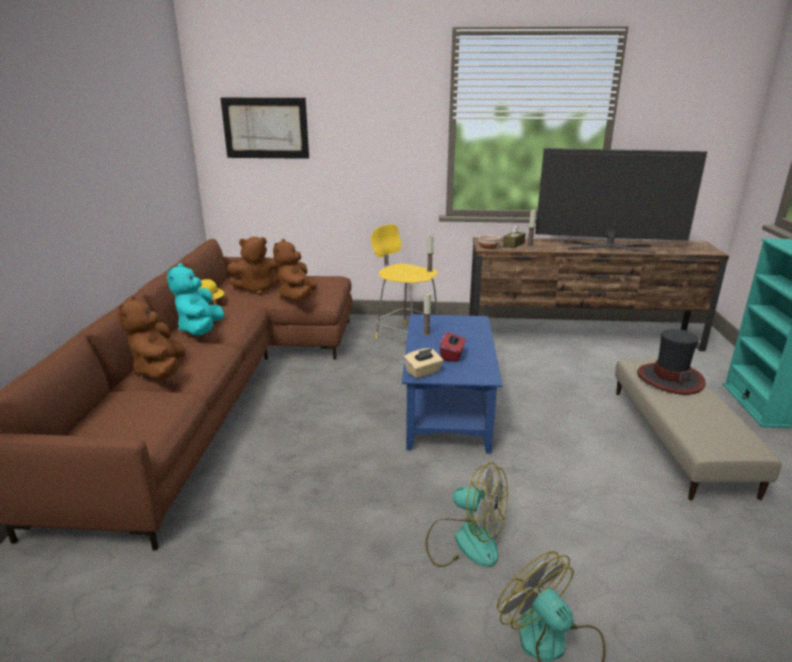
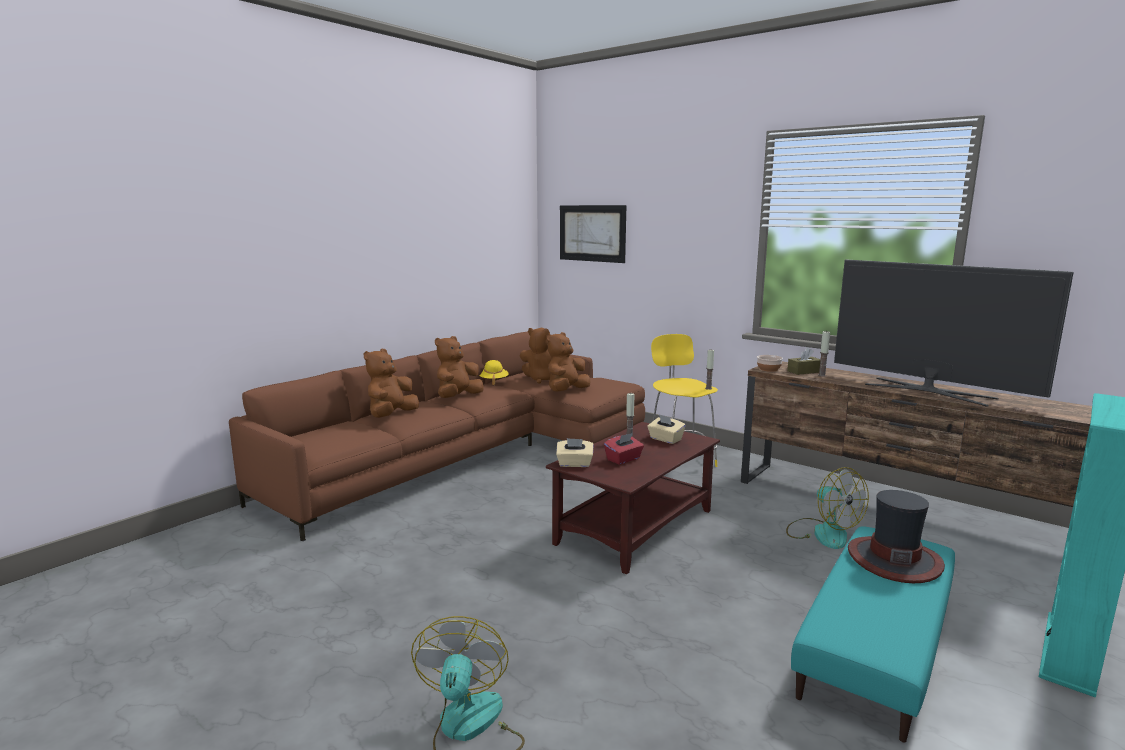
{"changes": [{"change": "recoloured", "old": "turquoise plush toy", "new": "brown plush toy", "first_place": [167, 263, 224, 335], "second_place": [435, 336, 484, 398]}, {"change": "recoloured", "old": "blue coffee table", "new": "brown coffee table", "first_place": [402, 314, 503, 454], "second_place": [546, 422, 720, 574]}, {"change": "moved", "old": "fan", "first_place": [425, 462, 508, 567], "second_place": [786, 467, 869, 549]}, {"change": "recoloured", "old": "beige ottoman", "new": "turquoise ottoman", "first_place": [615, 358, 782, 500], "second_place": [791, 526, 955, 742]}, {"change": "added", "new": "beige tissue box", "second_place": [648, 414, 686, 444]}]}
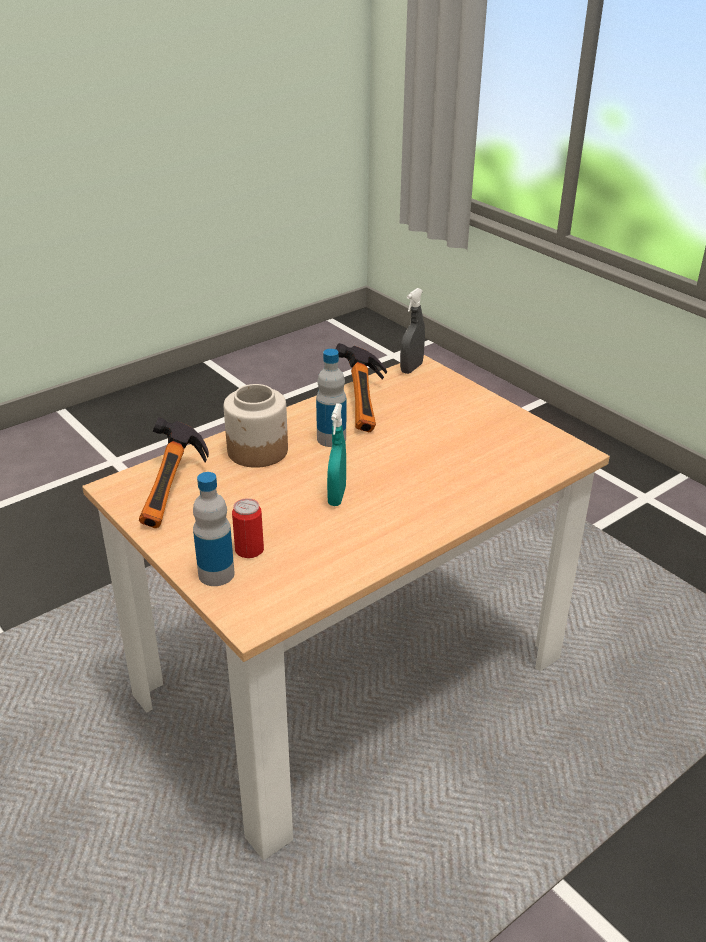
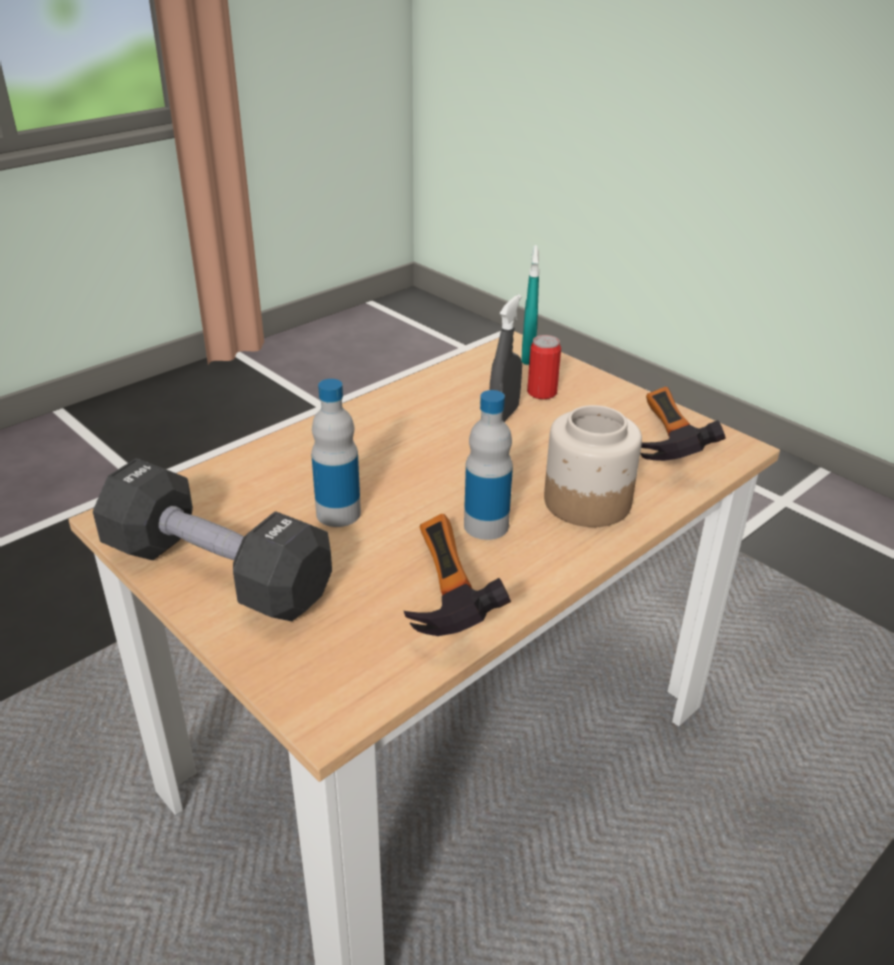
{"changes": [{"change": "moved", "old": "bottle", "first_place": [193, 472, 235, 586], "second_place": [311, 379, 361, 527]}, {"change": "moved", "old": "turquoise spray bottle", "first_place": [327, 403, 346, 506], "second_place": [521, 245, 539, 365]}, {"change": "moved", "old": "grey spray bottle", "first_place": [400, 288, 425, 374], "second_place": [490, 294, 522, 422]}, {"change": "added", "new": "black dumbbell", "second_place": [93, 458, 332, 621]}]}
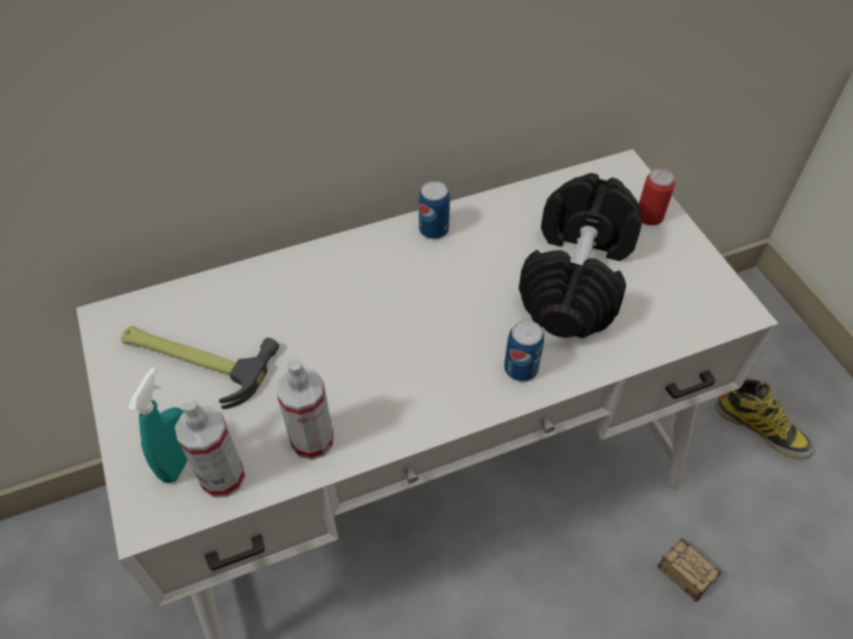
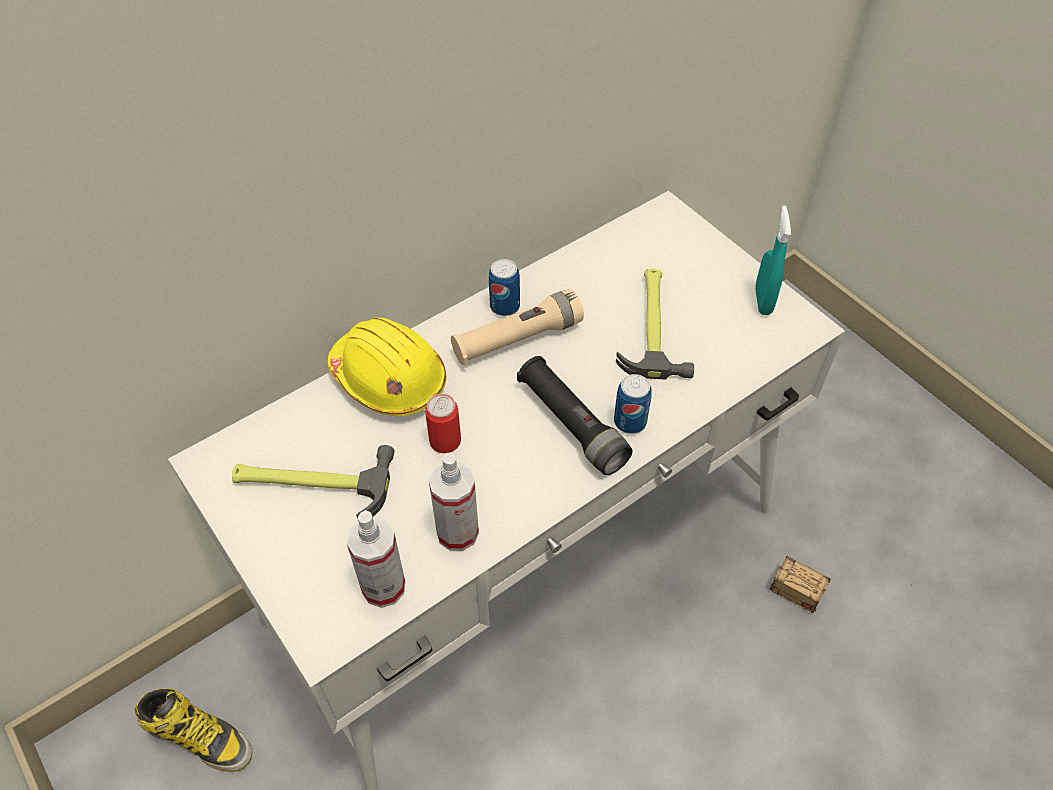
{"changes": [{"change": "moved", "old": "turquoise spray bottle", "first_place": [128, 367, 188, 483], "second_place": [755, 206, 791, 315]}, {"change": "replaced", "old": "black dumbbell", "new": "hammer", "first_place": [519, 173, 643, 338], "second_place": [616, 269, 694, 379]}, {"change": "moved", "old": "can", "first_place": [639, 168, 675, 225], "second_place": [425, 394, 461, 453]}, {"change": "moved", "old": "boot", "first_place": [715, 379, 814, 459], "second_place": [135, 688, 253, 772]}, {"change": "added", "new": "yellow hard hat", "second_place": [328, 318, 447, 416]}, {"change": "added", "new": "beige flashlight", "second_place": [451, 289, 584, 366]}, {"change": "added", "new": "black flashlight", "second_place": [517, 356, 633, 475]}]}
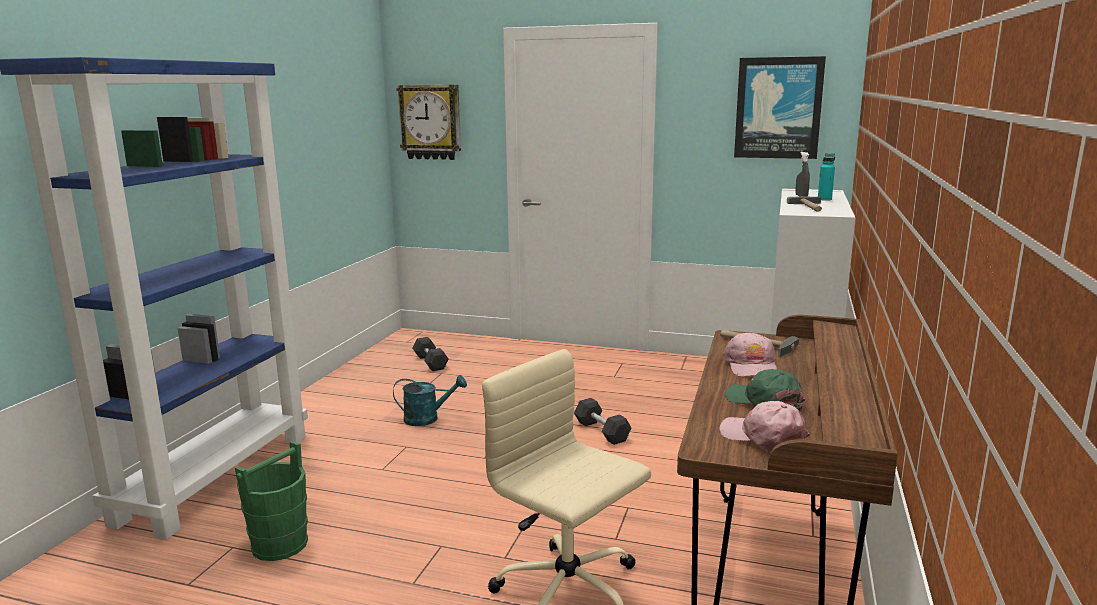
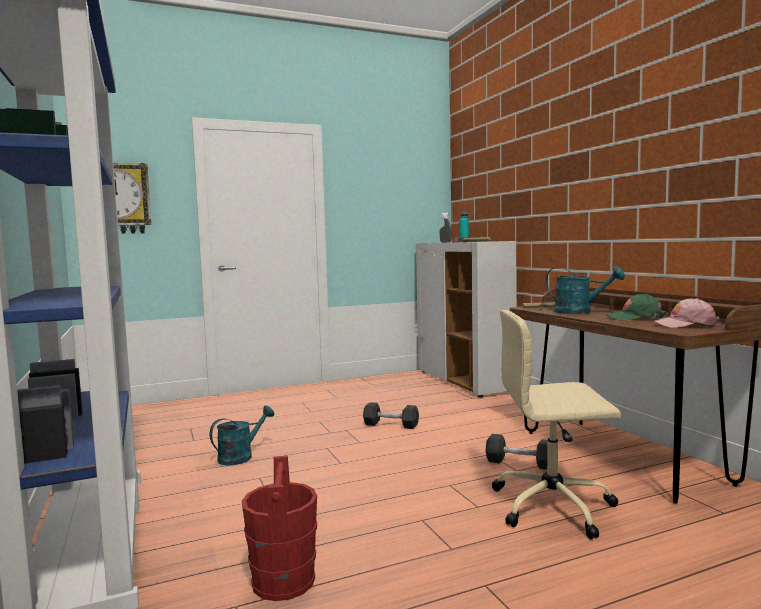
{"changes": [{"change": "recoloured", "old": "green bucket", "new": "red bucket", "first_place": [235, 441, 308, 561], "second_place": [242, 456, 317, 601]}, {"change": "moved", "old": "grey dumbbell", "first_place": [412, 337, 449, 371], "second_place": [485, 434, 548, 470]}, {"change": "replaced", "old": "pink cap", "new": "turquoise watering can", "first_place": [723, 331, 777, 377], "second_place": [546, 266, 625, 314]}, {"change": "removed", "old": "picture", "first_place": [734, 56, 826, 159]}]}
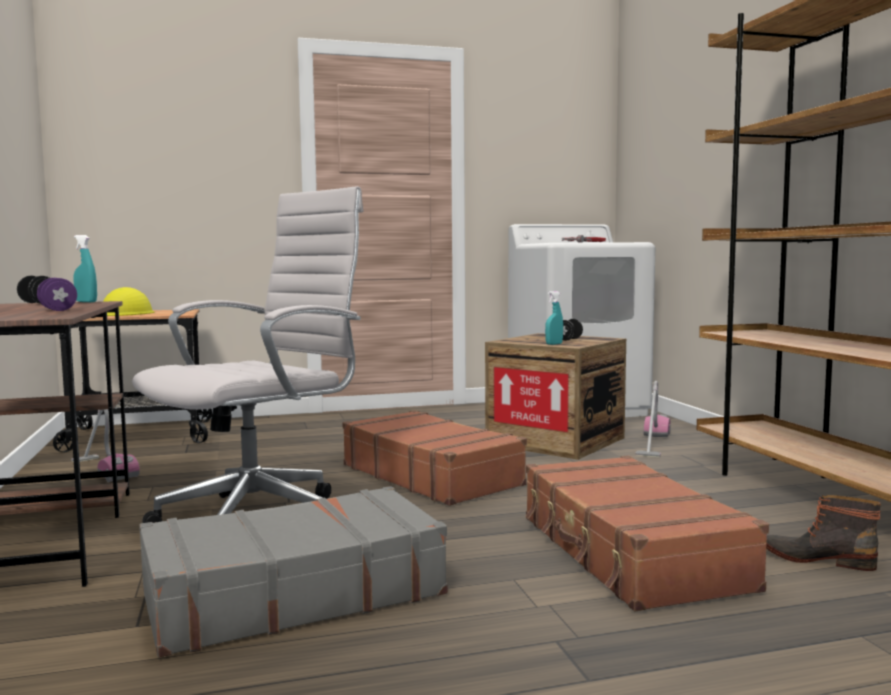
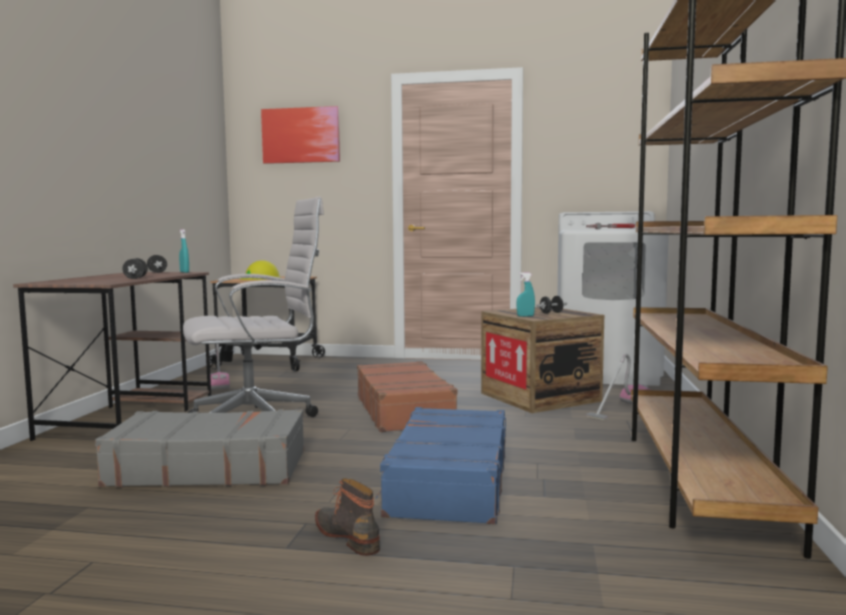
{"changes": [{"change": "recoloured", "old": "purple dumbbell", "new": "black dumbbell", "first_place": [37, 278, 77, 311], "second_place": [123, 258, 148, 279]}, {"change": "recoloured", "old": "brown suitcase", "new": "blue suitcase", "first_place": [525, 455, 769, 611], "second_place": [375, 407, 506, 524]}, {"change": "moved", "old": "boot", "first_place": [766, 495, 881, 571], "second_place": [315, 478, 380, 556]}, {"change": "added", "new": "picture", "second_place": [261, 106, 340, 164]}]}
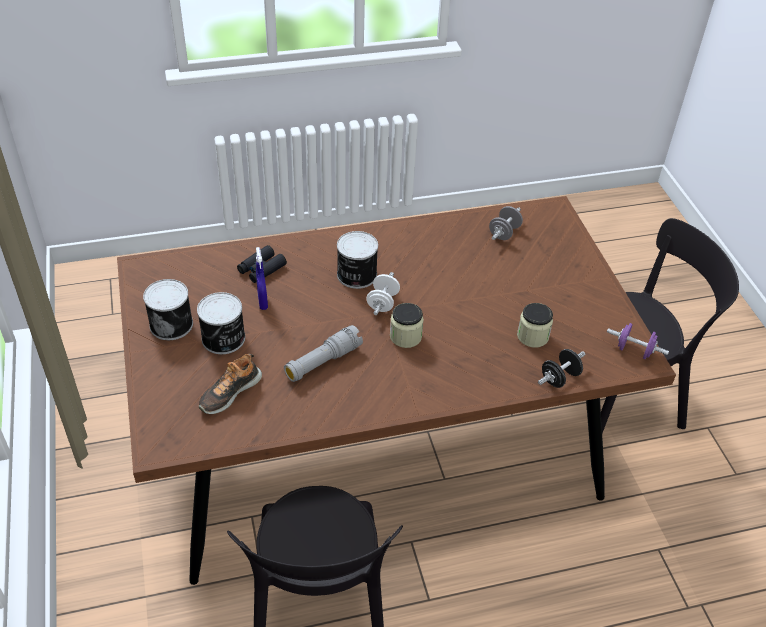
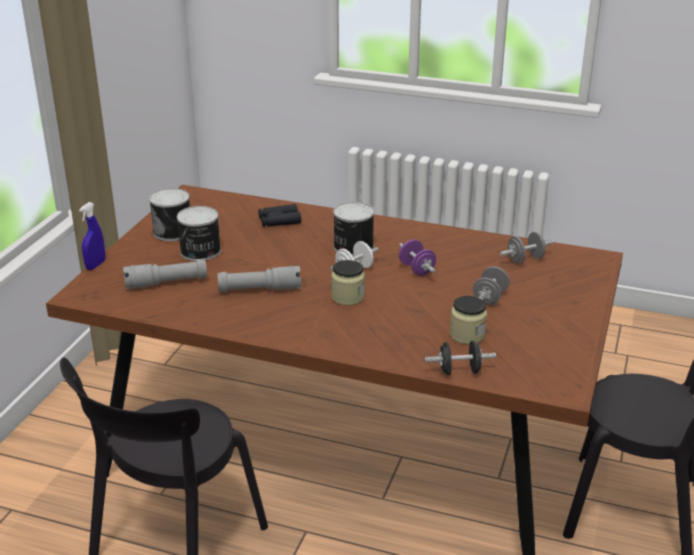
{"changes": [{"change": "replaced", "old": "shoe", "new": "grey flashlight", "first_place": [199, 354, 262, 414], "second_place": [123, 259, 207, 289]}, {"change": "moved", "old": "blue spray bottle", "first_place": [256, 247, 268, 310], "second_place": [79, 202, 105, 270]}, {"change": "moved", "old": "purple dumbbell", "first_place": [607, 323, 669, 359], "second_place": [399, 239, 436, 276]}, {"change": "added", "new": "grey dumbbell", "second_place": [473, 266, 510, 305]}]}
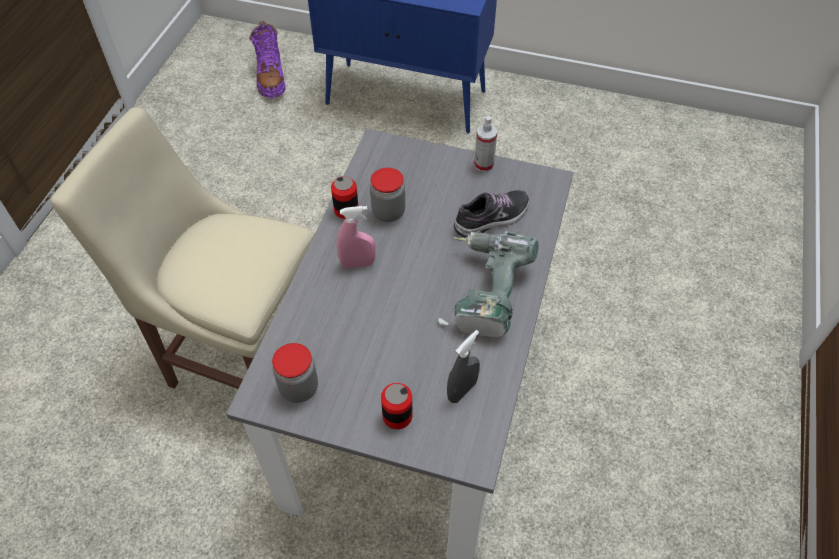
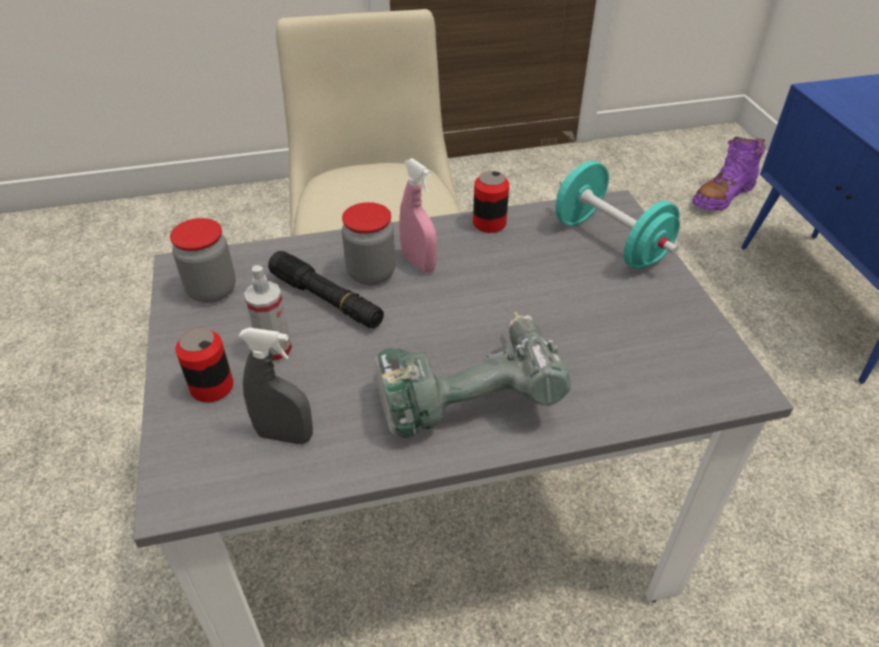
{"changes": [{"change": "moved", "old": "jar", "first_place": [370, 168, 405, 222], "second_place": [342, 202, 395, 285]}, {"change": "removed", "old": "shoe", "first_place": [454, 190, 529, 238]}, {"change": "moved", "old": "spray bottle", "first_place": [474, 116, 497, 172], "second_place": [244, 265, 292, 363]}, {"change": "added", "new": "black flashlight", "second_place": [268, 251, 384, 329]}, {"change": "added", "new": "turquoise dumbbell", "second_place": [555, 161, 680, 269]}]}
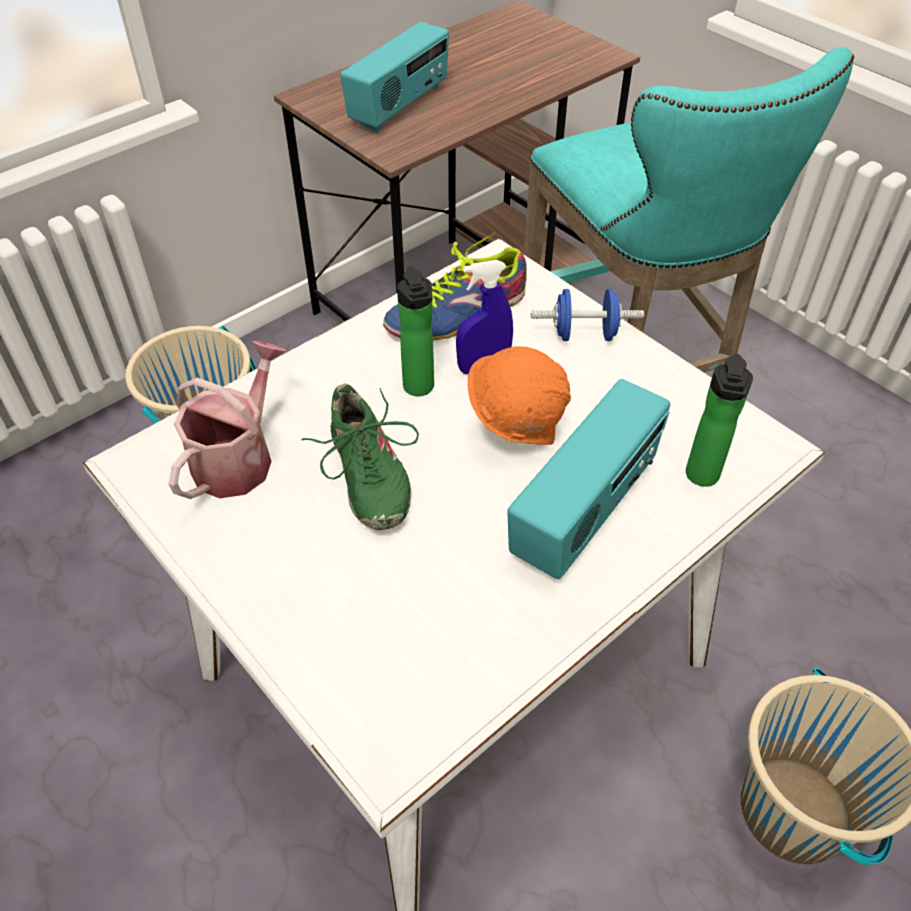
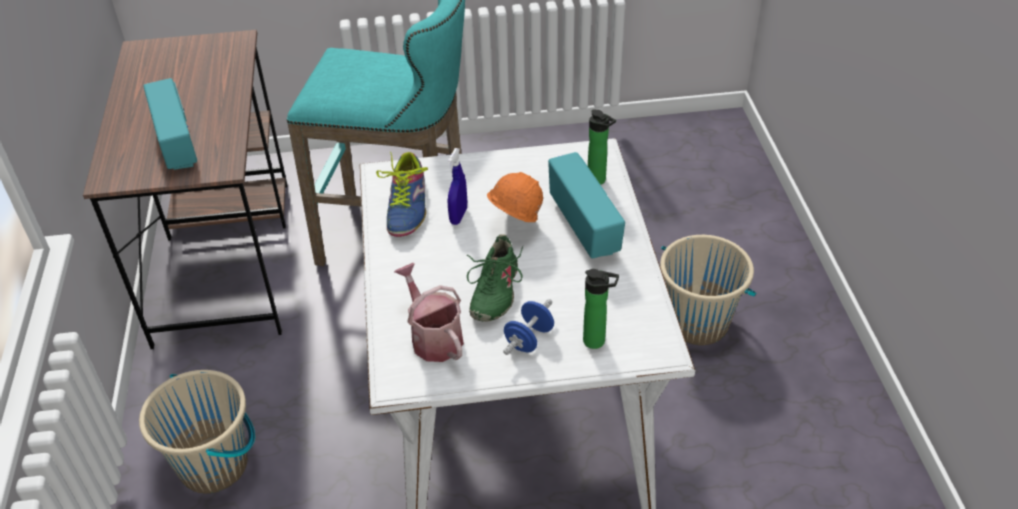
{"changes": [{"change": "turned", "old": "green shoe", "first_place": [302, 383, 419, 530], "second_place": [467, 234, 523, 322], "degrees": 90}, {"change": "moved", "old": "bottle", "first_place": [397, 267, 434, 396], "second_place": [583, 269, 619, 349]}, {"change": "moved", "old": "blue dumbbell", "first_place": [531, 289, 644, 341], "second_place": [503, 299, 554, 355]}]}
